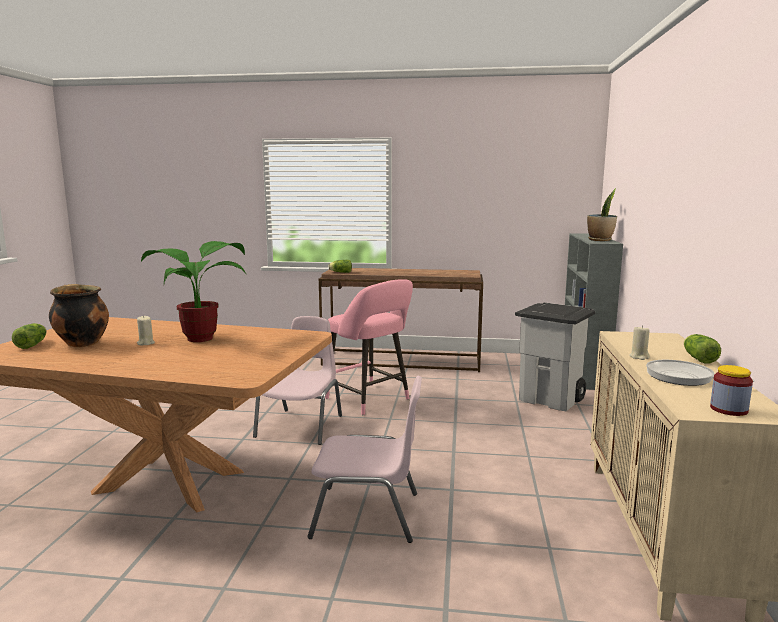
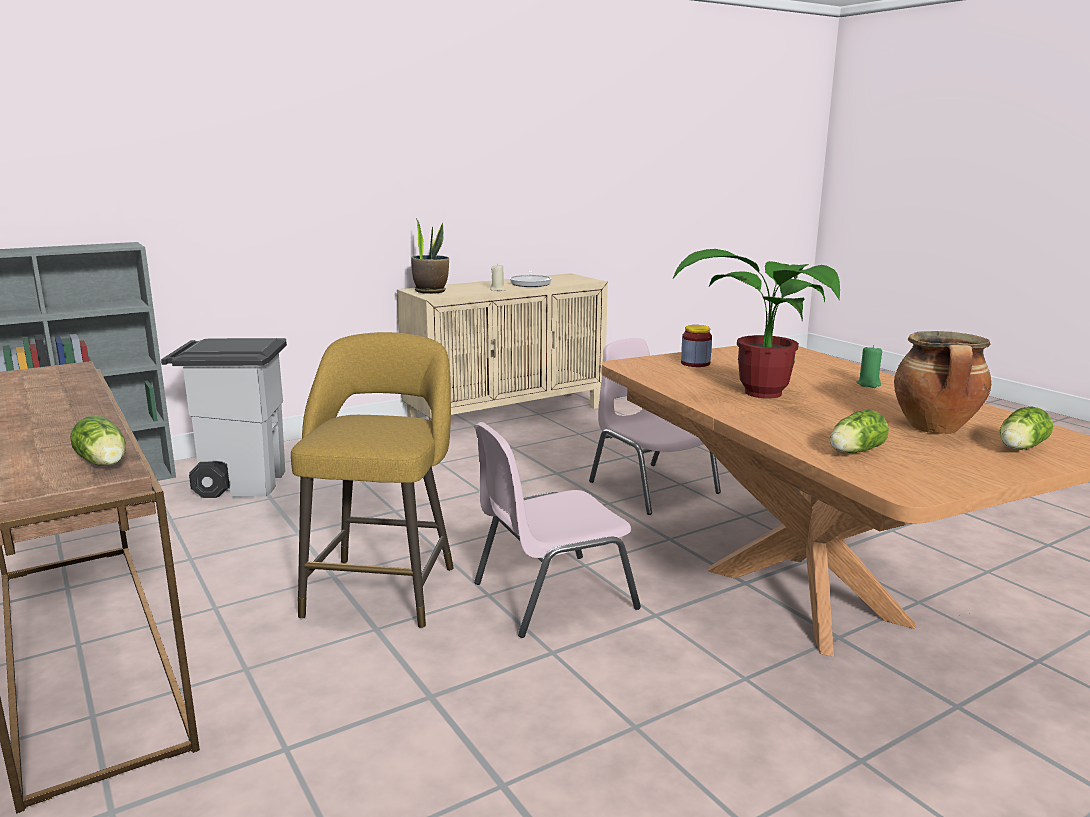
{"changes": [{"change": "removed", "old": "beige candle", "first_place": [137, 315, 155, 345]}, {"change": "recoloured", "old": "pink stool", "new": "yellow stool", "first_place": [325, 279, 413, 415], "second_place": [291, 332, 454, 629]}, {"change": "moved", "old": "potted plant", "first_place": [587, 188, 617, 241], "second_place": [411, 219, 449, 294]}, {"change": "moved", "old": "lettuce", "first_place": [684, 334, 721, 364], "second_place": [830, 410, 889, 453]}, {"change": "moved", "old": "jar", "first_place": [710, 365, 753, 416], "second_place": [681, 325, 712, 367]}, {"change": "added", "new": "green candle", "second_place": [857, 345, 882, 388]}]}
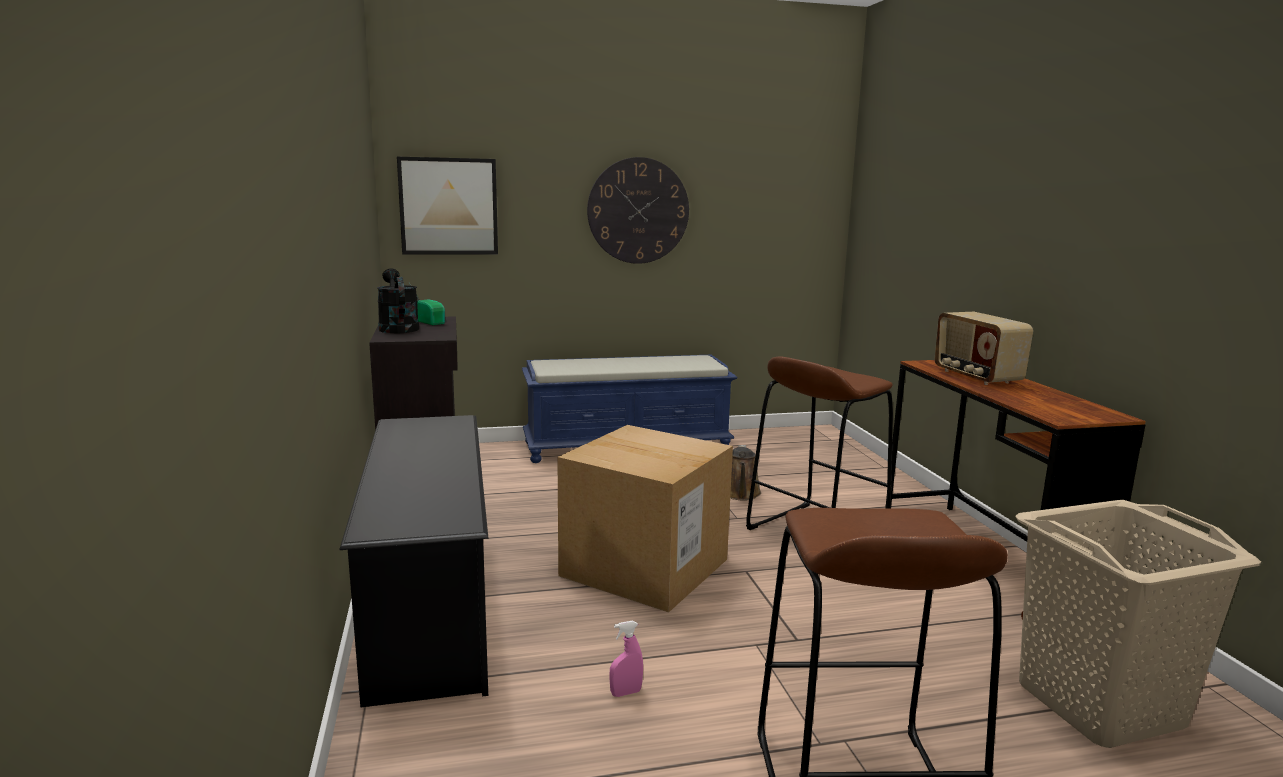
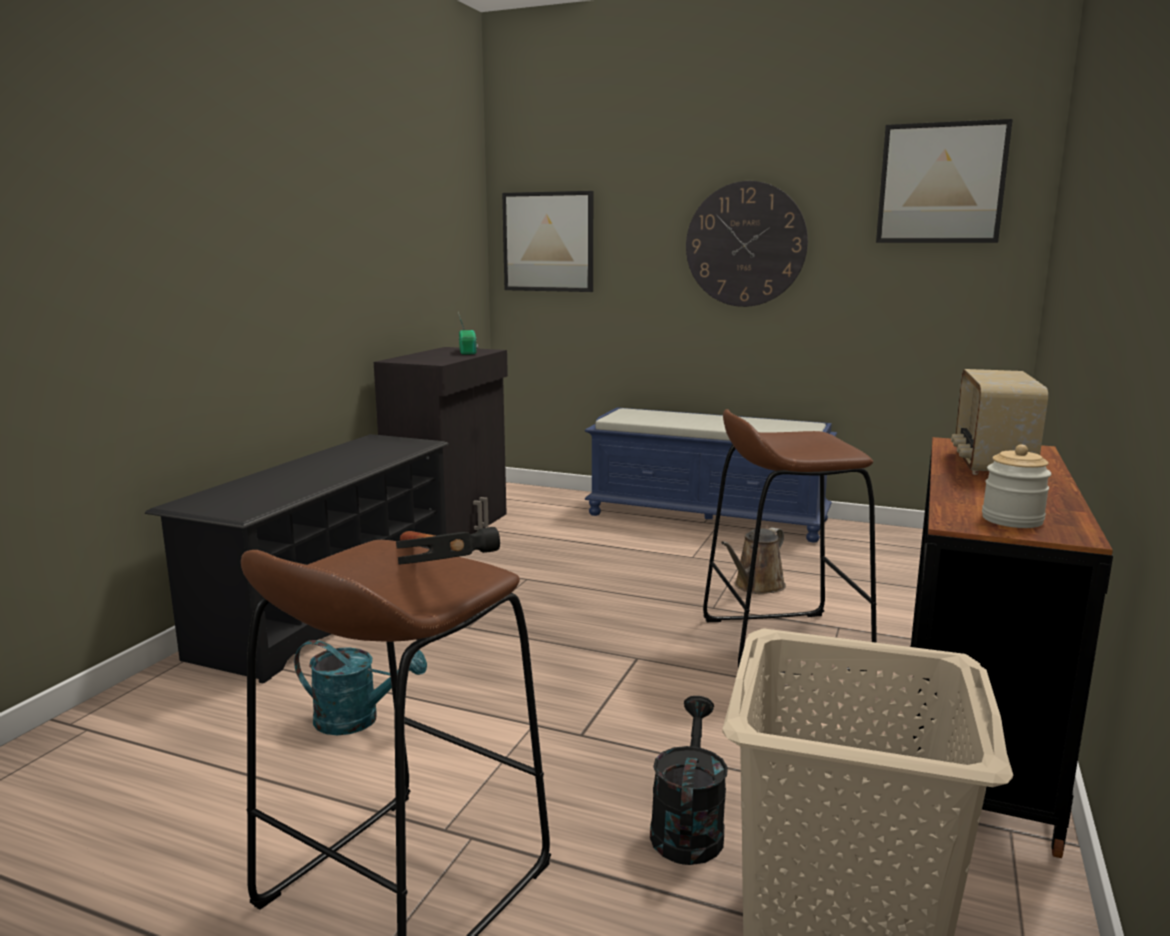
{"changes": [{"change": "moved", "old": "black watering can", "first_place": [377, 269, 419, 333], "second_place": [650, 696, 728, 865]}, {"change": "removed", "old": "cardboard box", "first_place": [557, 425, 733, 613]}, {"change": "replaced", "old": "pink spray bottle", "new": "turquoise watering can", "first_place": [609, 621, 643, 697], "second_place": [294, 640, 427, 735]}, {"change": "added", "new": "hammer", "second_place": [396, 527, 500, 564]}, {"change": "added", "new": "picture", "second_place": [876, 119, 1013, 243]}, {"change": "added", "new": "jar", "second_place": [982, 444, 1051, 528]}]}
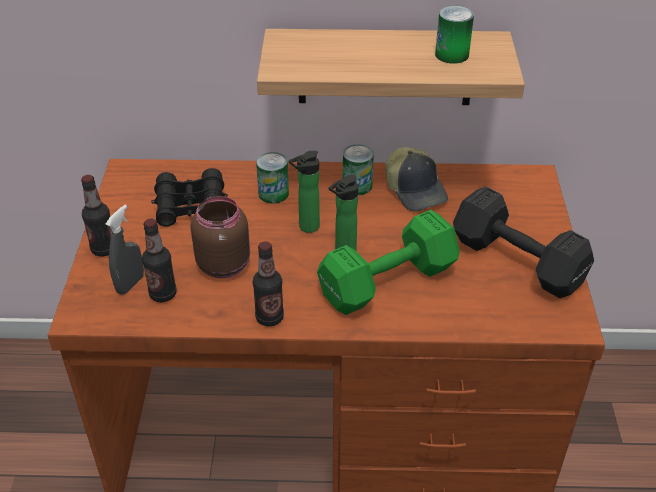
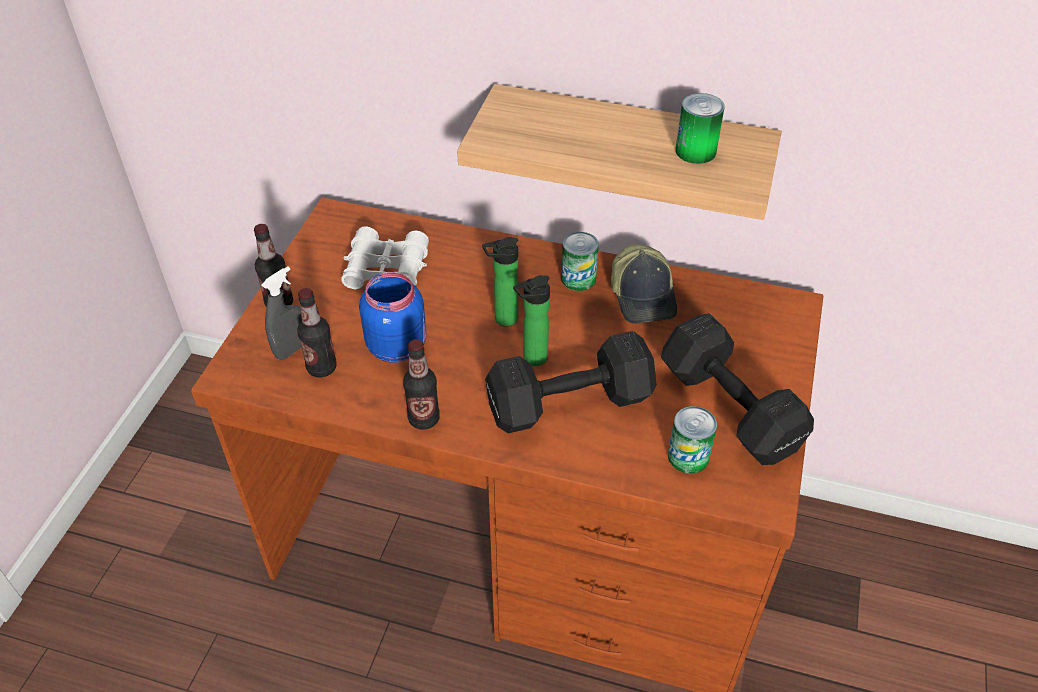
{"changes": [{"change": "recoloured", "old": "black binoculars", "new": "white binoculars", "first_place": [151, 168, 228, 227], "second_place": [341, 227, 429, 290]}, {"change": "recoloured", "old": "brown jar", "new": "blue jar", "first_place": [191, 196, 250, 278], "second_place": [359, 272, 427, 363]}, {"change": "moved", "old": "can", "first_place": [256, 152, 289, 204], "second_place": [668, 406, 717, 474]}, {"change": "recoloured", "old": "green dumbbell", "new": "black dumbbell", "first_place": [317, 210, 460, 315], "second_place": [485, 331, 657, 433]}]}
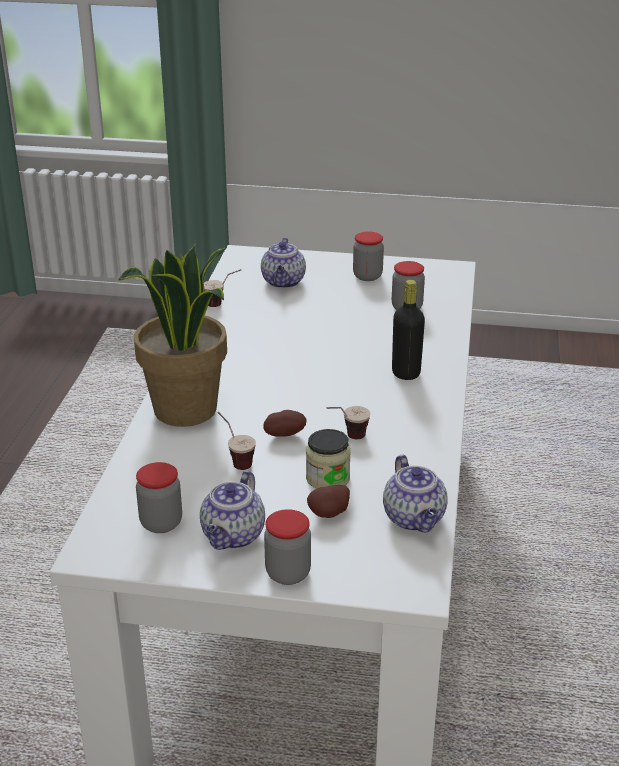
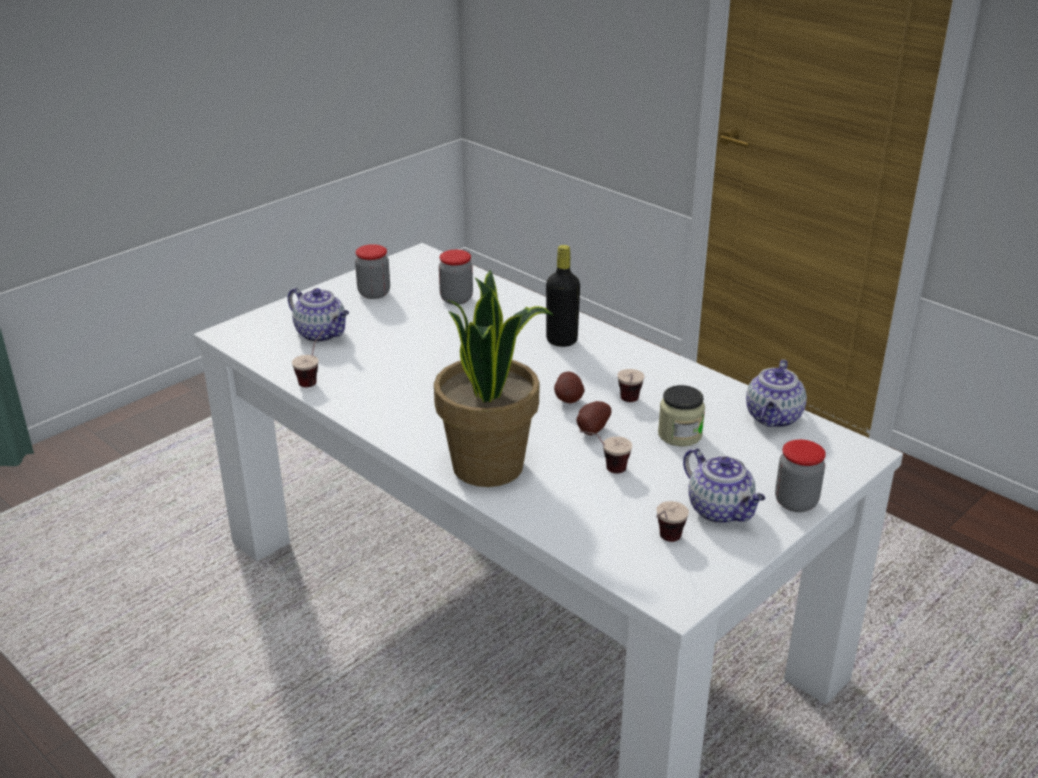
{"changes": [{"change": "replaced", "old": "jar", "new": "cup", "first_place": [136, 462, 182, 533], "second_place": [656, 501, 689, 542]}, {"change": "moved", "old": "potato", "first_place": [307, 485, 350, 518], "second_place": [554, 371, 585, 403]}, {"change": "turned", "old": "teapot", "first_place": [383, 455, 448, 533], "second_place": [746, 360, 807, 428], "degrees": 90}]}
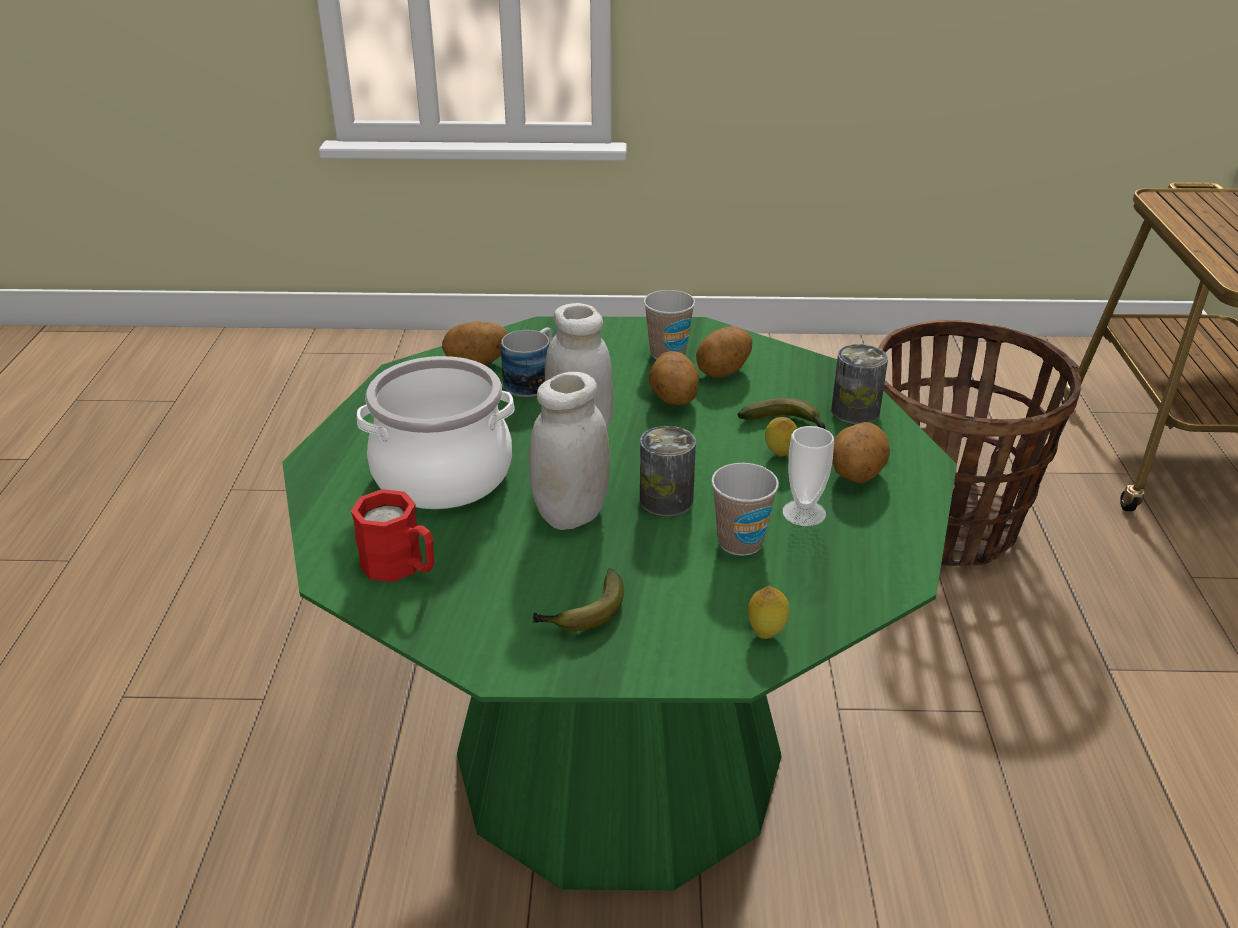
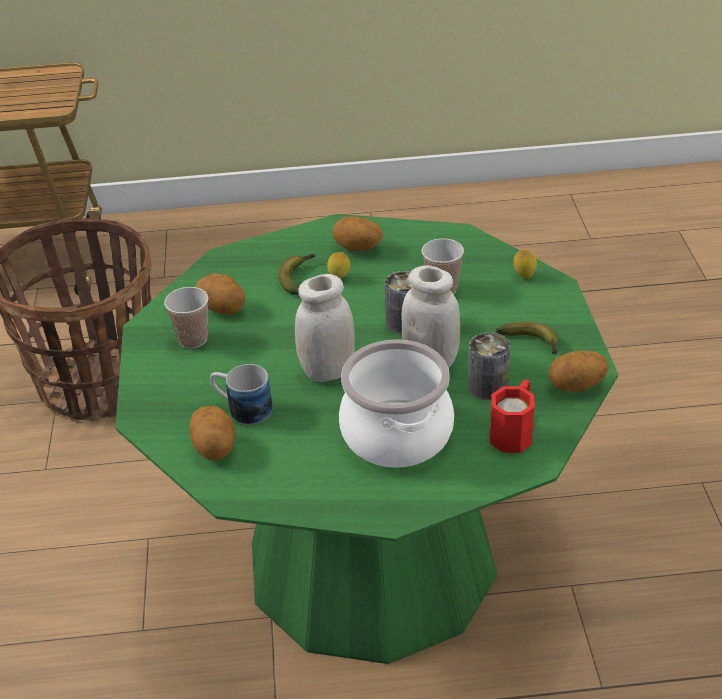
{"changes": [{"change": "moved", "old": "potato", "first_place": [649, 351, 699, 405], "second_place": [549, 351, 609, 392]}, {"change": "removed", "old": "cup", "first_place": [783, 426, 834, 526]}, {"change": "moved", "old": "can", "first_place": [831, 344, 888, 425], "second_place": [468, 332, 511, 400]}]}
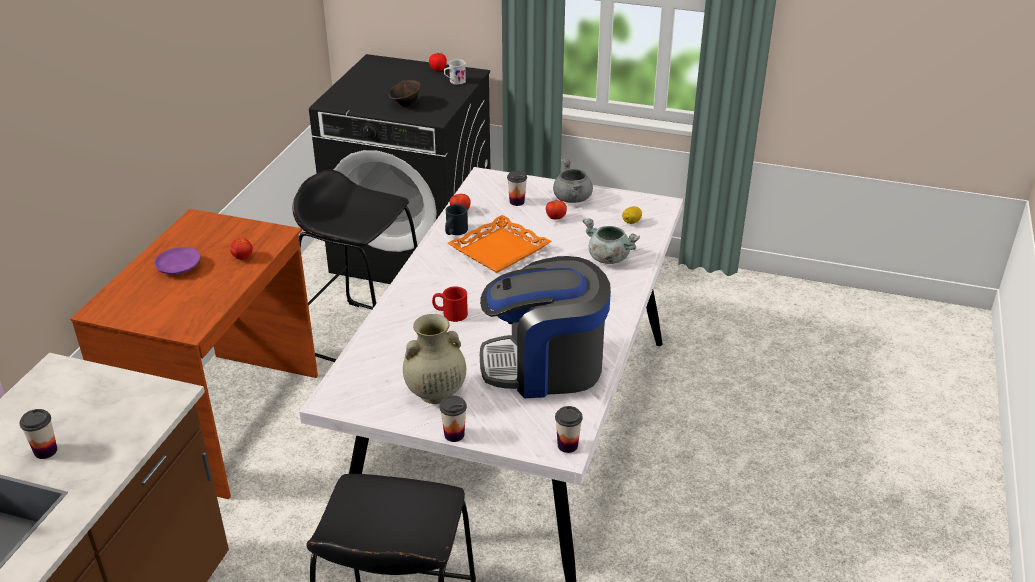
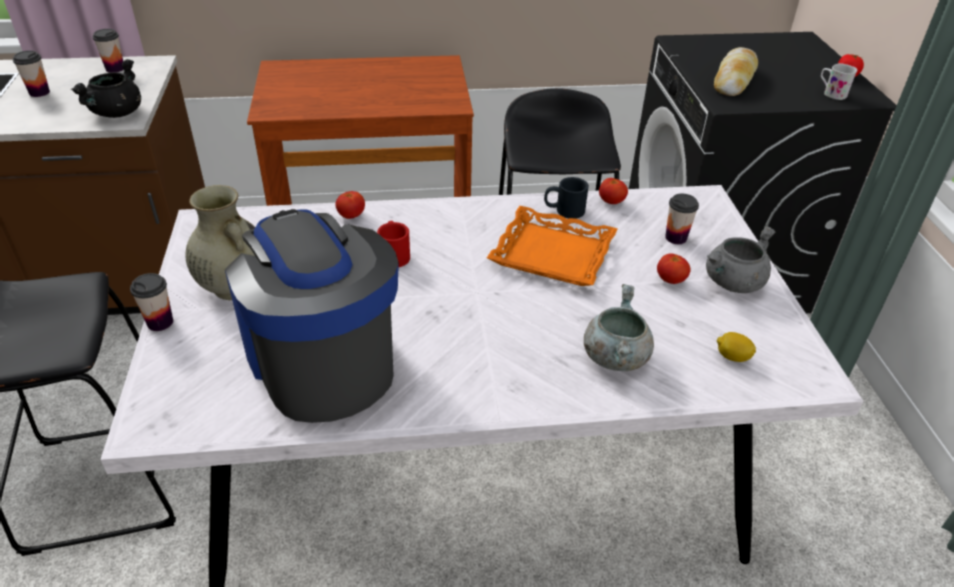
{"changes": [{"change": "removed", "old": "purple plate", "first_place": [154, 247, 201, 275]}, {"change": "moved", "old": "tomato", "first_place": [230, 238, 253, 260], "second_place": [335, 191, 365, 219]}, {"change": "replaced", "old": "brown bowl", "new": "bread", "first_place": [389, 80, 421, 107], "second_place": [714, 47, 758, 96]}, {"change": "moved", "old": "cup", "first_place": [555, 406, 583, 453], "second_place": [93, 29, 123, 73]}, {"change": "added", "new": "black cooking pot", "second_place": [71, 59, 141, 118]}]}
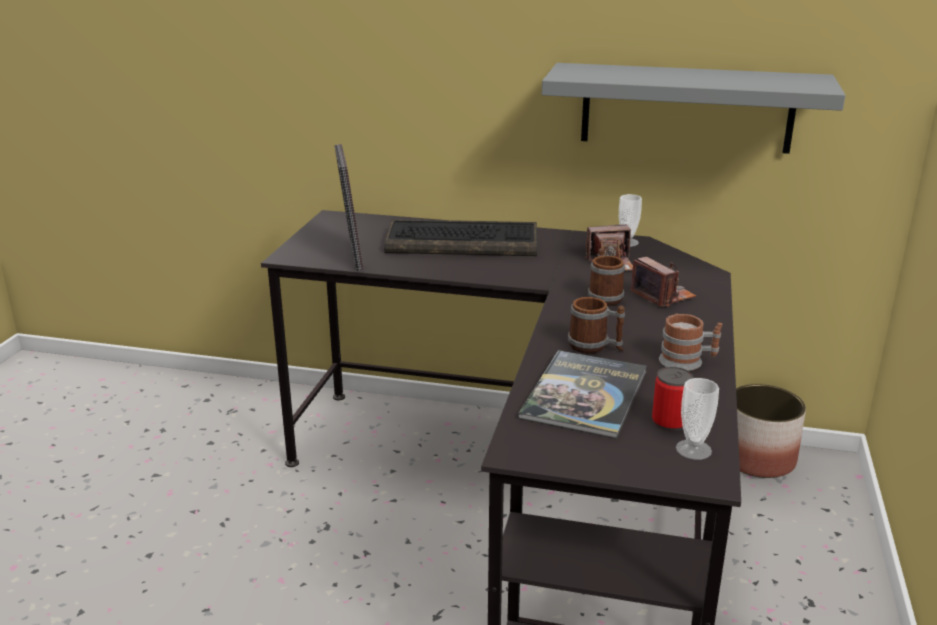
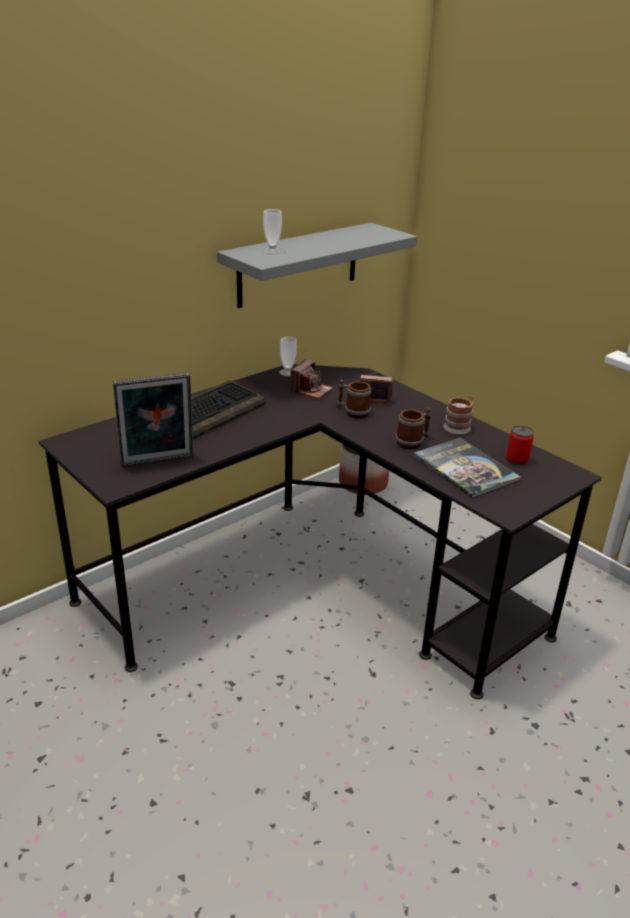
{"changes": [{"change": "turned", "old": "picture frame", "first_place": [334, 144, 364, 271], "second_place": [113, 372, 193, 467], "degrees": -45}, {"change": "moved", "old": "cup", "first_place": [676, 378, 719, 460], "second_place": [263, 209, 282, 254]}]}
